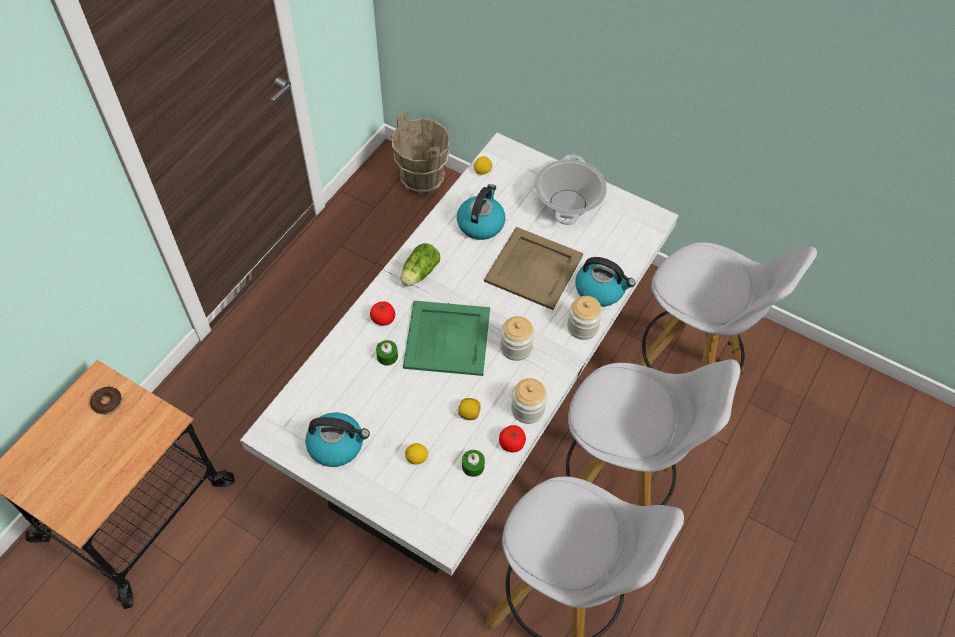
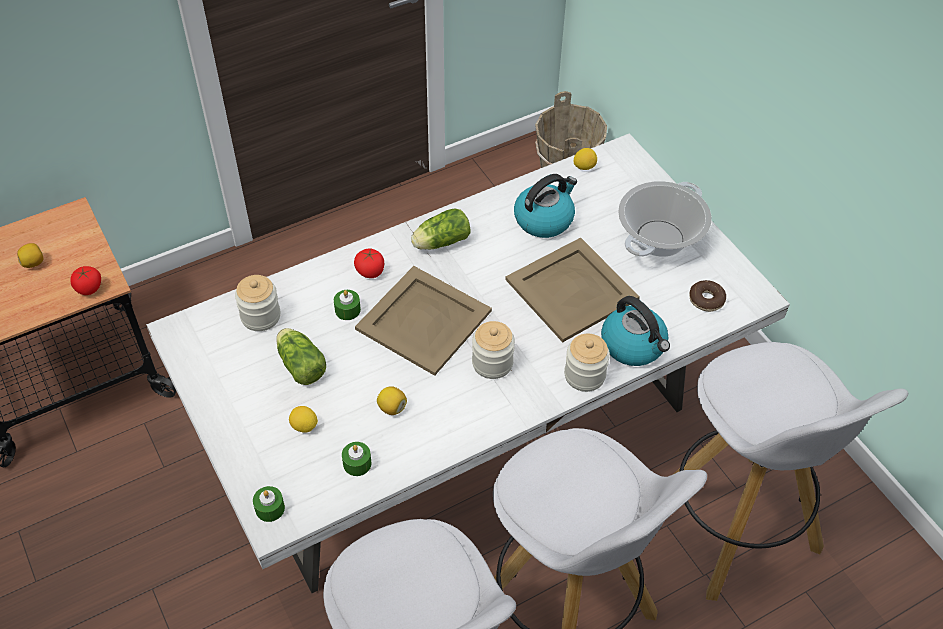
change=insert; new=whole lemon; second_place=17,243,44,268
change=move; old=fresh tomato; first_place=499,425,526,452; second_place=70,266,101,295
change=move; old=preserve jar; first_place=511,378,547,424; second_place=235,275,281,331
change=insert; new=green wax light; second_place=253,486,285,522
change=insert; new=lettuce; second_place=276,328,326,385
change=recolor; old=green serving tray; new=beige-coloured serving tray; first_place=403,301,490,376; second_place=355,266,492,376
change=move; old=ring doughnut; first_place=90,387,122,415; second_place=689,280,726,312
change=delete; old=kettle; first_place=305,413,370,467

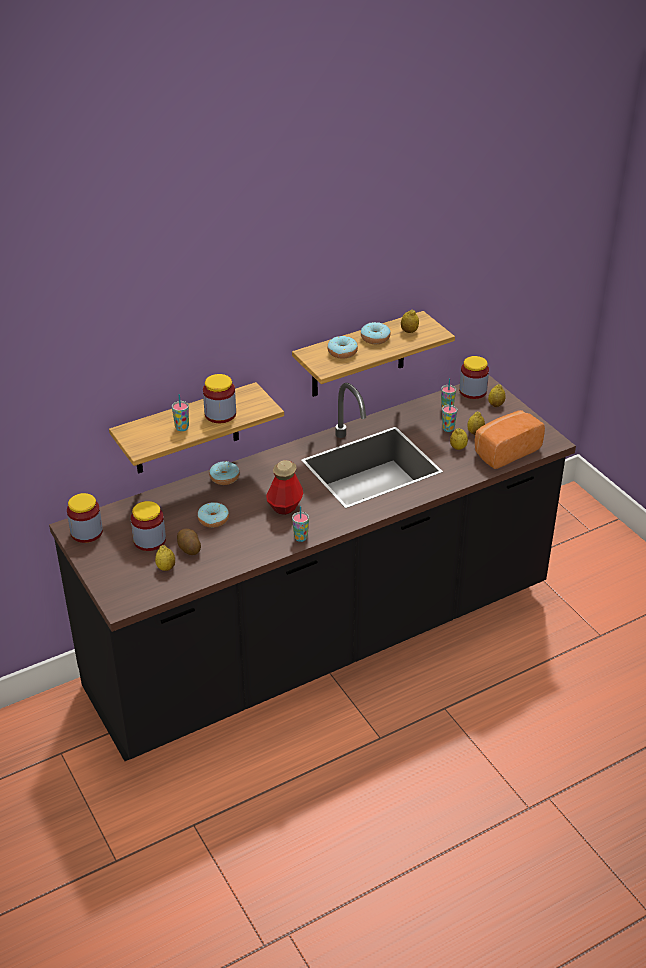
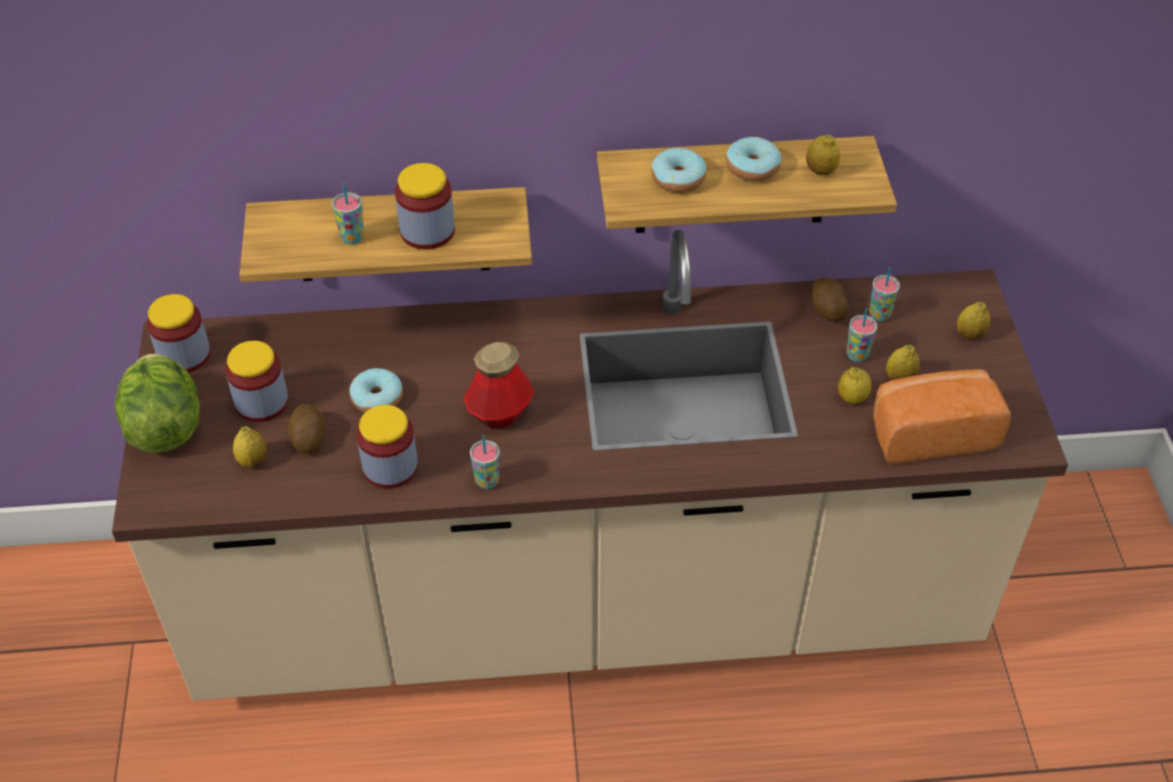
change=recolor; old=black-coloured counter; new=beige-coloured counter; first_place=49,375,576,761; second_place=112,230,1068,701
change=insert; new=lettuce; second_place=115,353,200,453
change=move; old=preserve jar; first_place=459,356,489,399; second_place=356,405,418,489
change=insert; new=potato; second_place=812,278,849,322
change=delete; old=ring doughnut; first_place=209,461,239,485

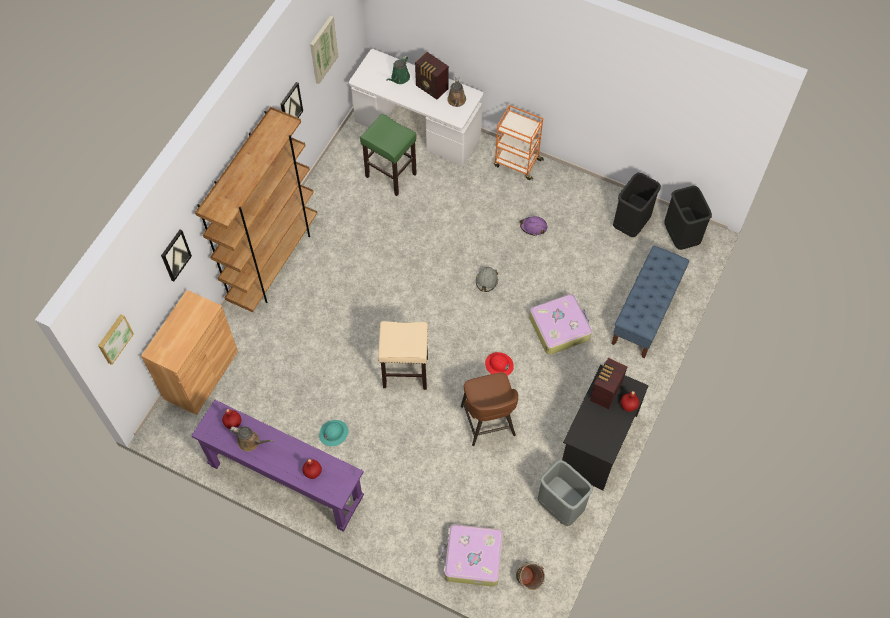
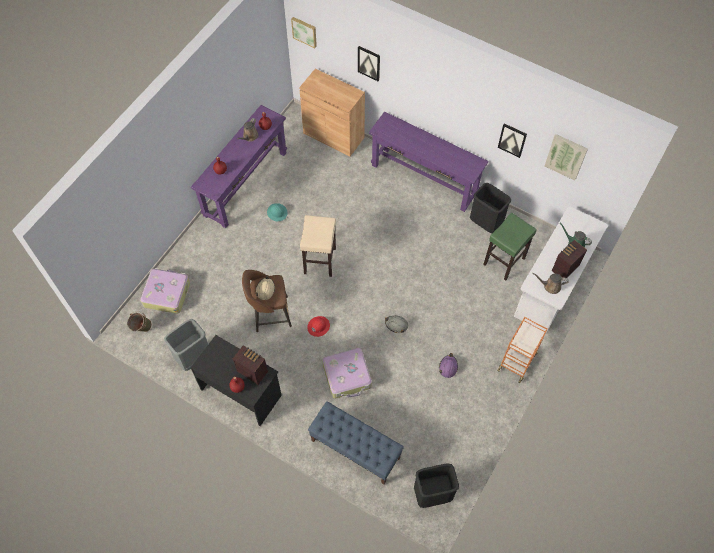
change=insert; new=beige-coloured safety helmet; second_place=255,275,275,300
change=replace; old=brownish bookshelf; new=purple narrow table; first_place=195,107,317,312; second_place=369,112,489,212
change=move; old=black-coloured trash can; first_place=613,173,661,237; second_place=470,183,511,233

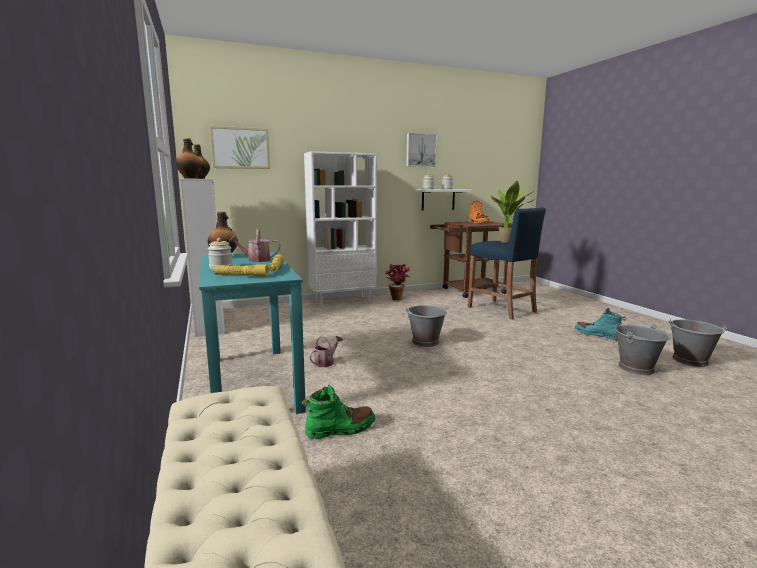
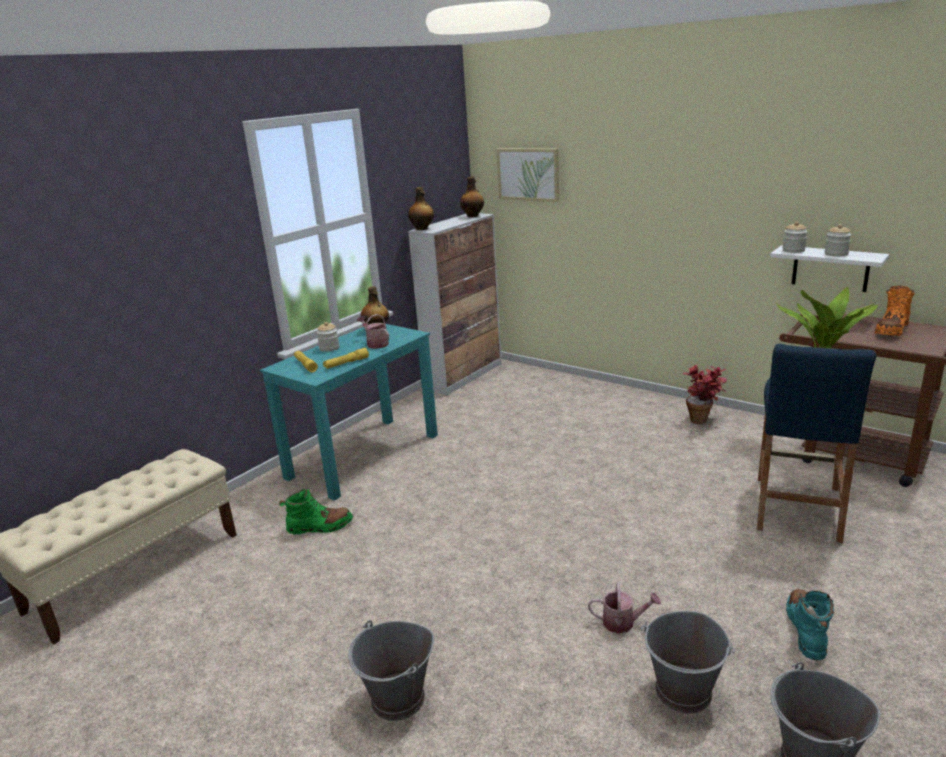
change=rotate; old=green tall boot; first_place=302,385,375,440; second_place=279,488,353,535; degrees=-45
change=move; old=grey pail; first_place=405,305,448,347; second_place=348,620,434,721
change=move; old=watering can; first_place=309,336,343,367; second_place=588,583,661,634
change=delete; old=white-coloured bookshelf; first_place=304,151,377,308
change=delete; old=picture; first_place=406,133,437,167

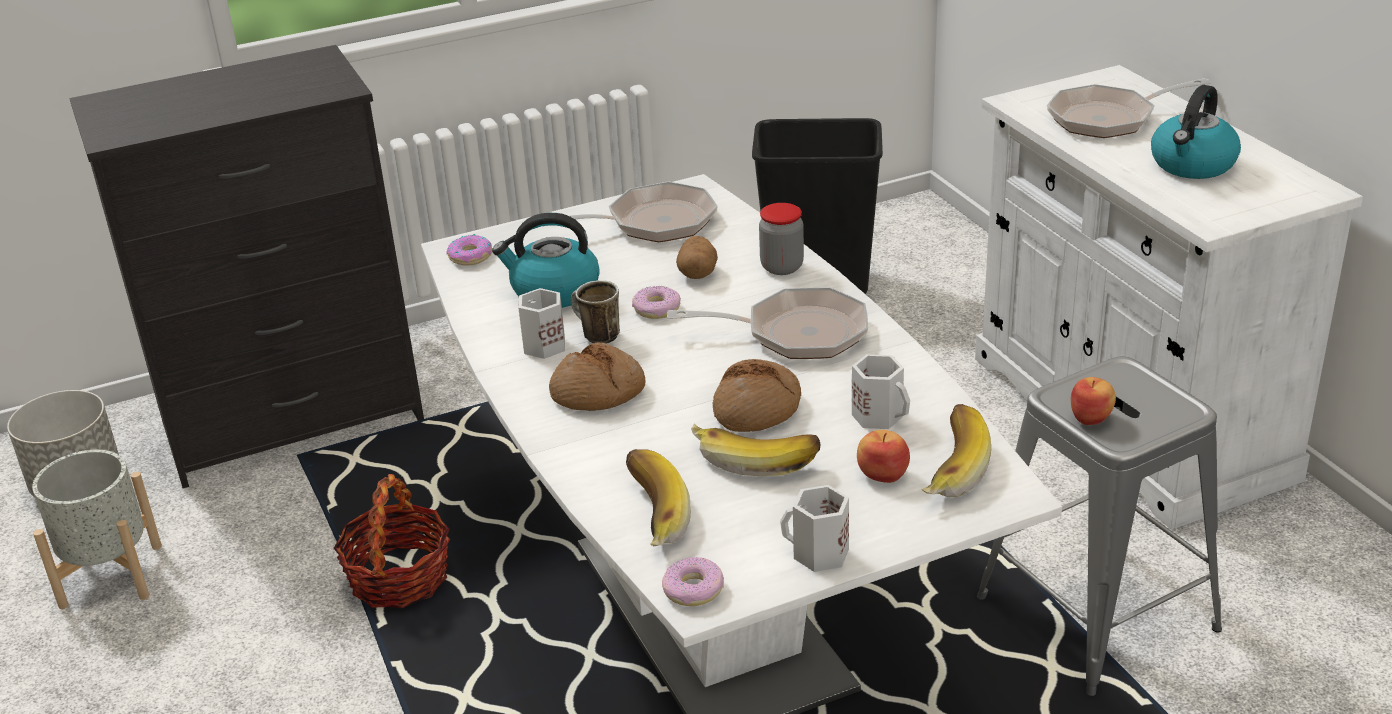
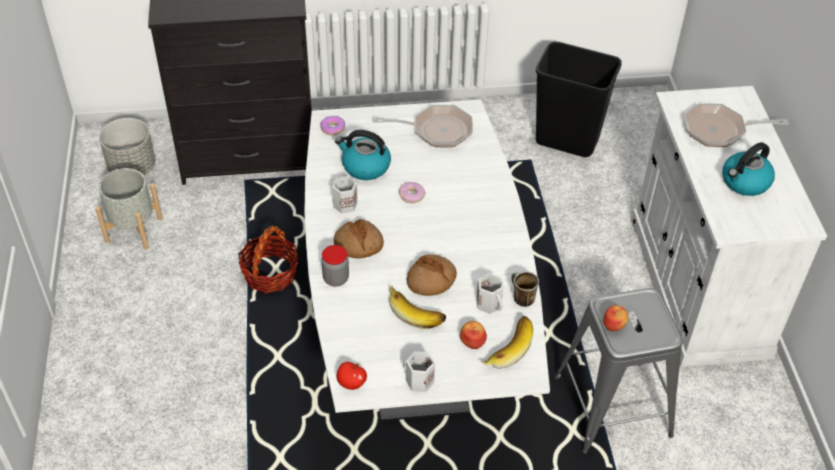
change=move; old=preserve jar; first_place=759,203,804,275; second_place=321,245,349,286
change=replace; old=ring doughnut; new=apple; first_place=662,557,724,606; second_place=337,362,367,390
change=move; old=coffee mug; first_place=571,280,620,344; second_place=511,271,539,307
change=delete; old=banana fruit; first_place=626,449,691,546
change=delete; old=frying pan; first_place=667,287,868,359
change=delete; old=potato; first_place=676,236,718,279

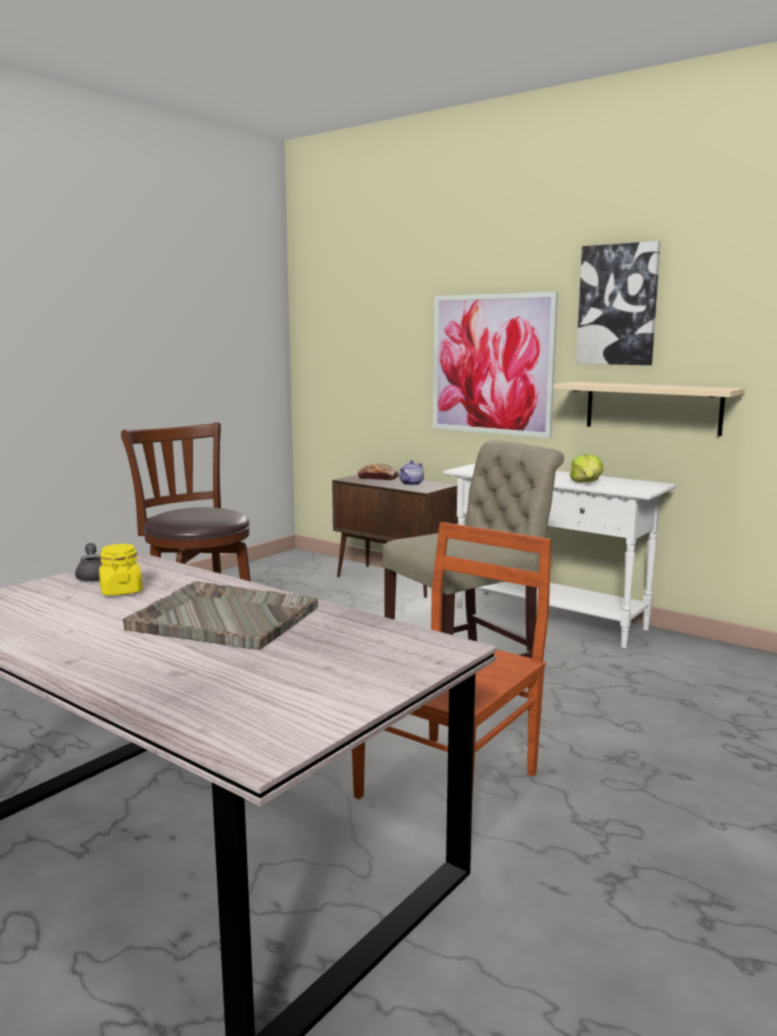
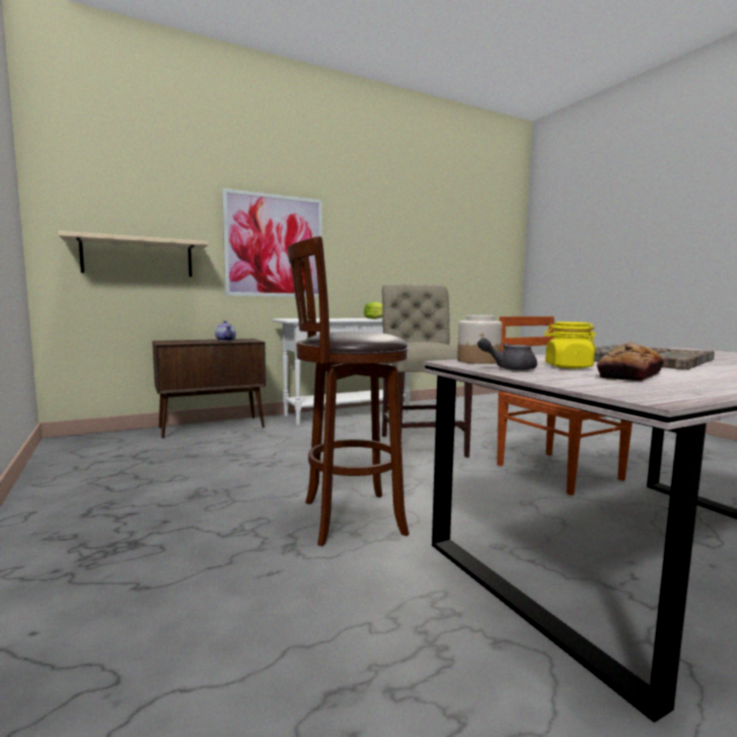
change=move; old=beige-coloured bracket shelf; first_place=553,382,745,436; second_place=58,231,209,277
change=insert; new=preserve jar; second_place=457,315,502,364
change=move; old=bread; first_place=358,463,398,480; second_place=597,342,664,381
change=delete; old=picture; first_place=576,241,661,365

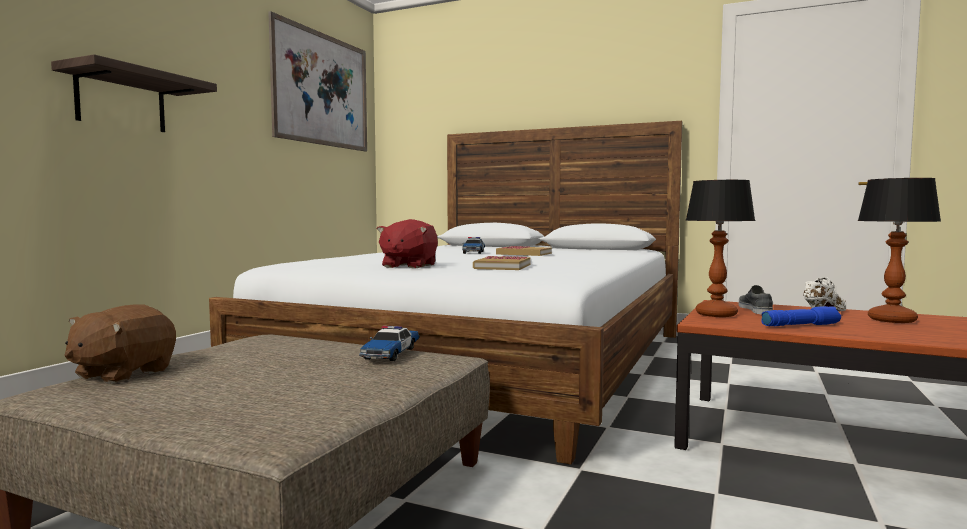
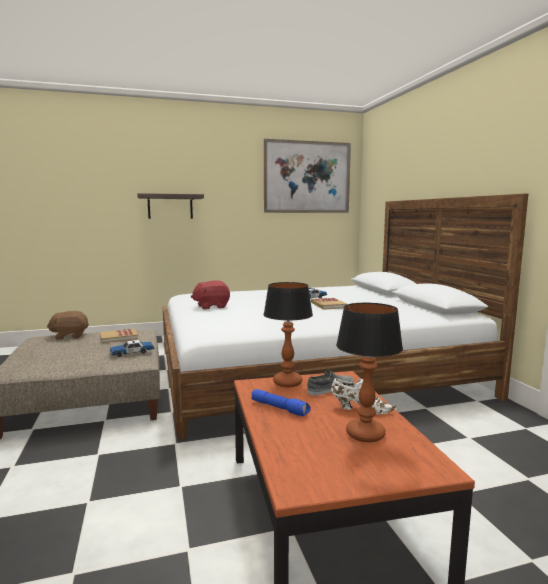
change=move; old=book; first_place=473,256,531,270; second_place=100,329,138,343

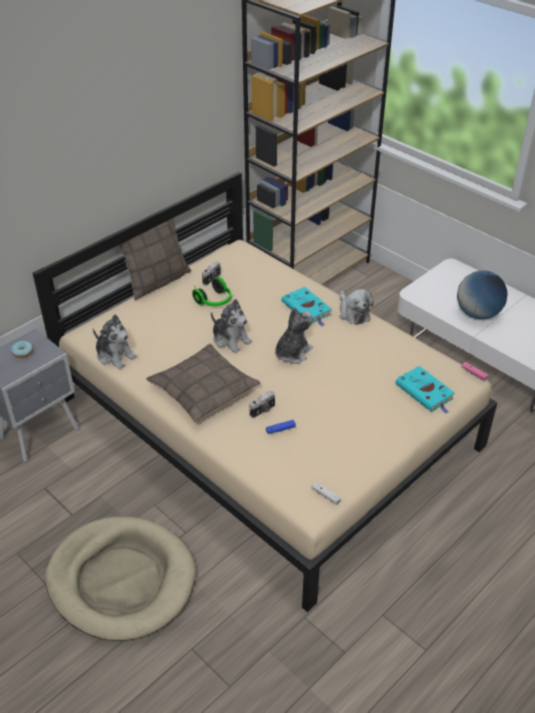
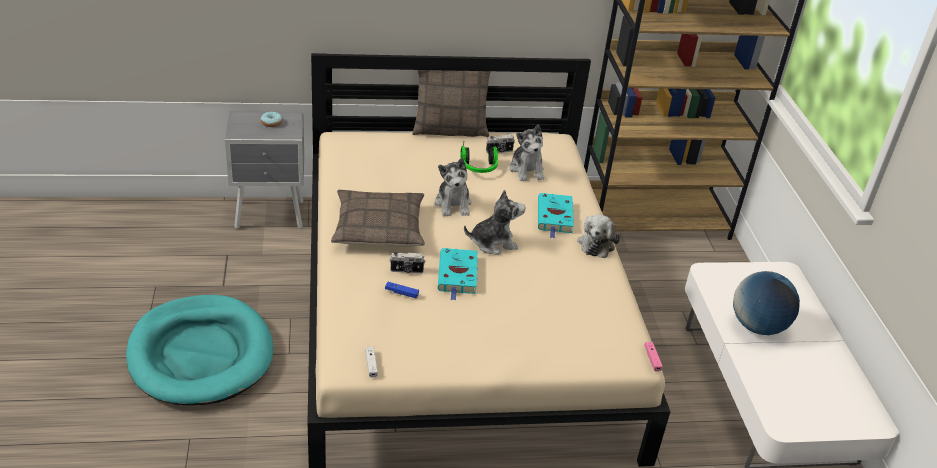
change=recolor; old=beige-coloured pet bed; new=turquoise-coloured pet bed; first_place=45,516,195,641; second_place=126,295,273,405
change=move; old=turquoise-coloured book; first_place=395,366,455,414; second_place=438,248,478,301
change=move; old=plush toy; first_place=93,314,137,369; second_place=509,125,545,181

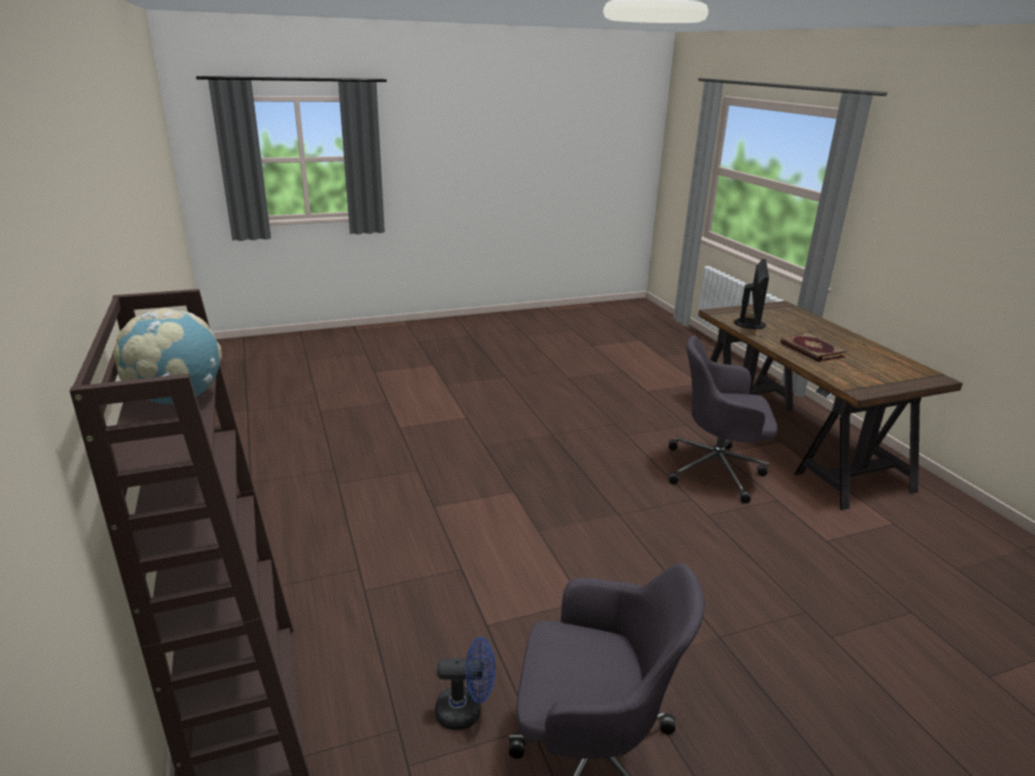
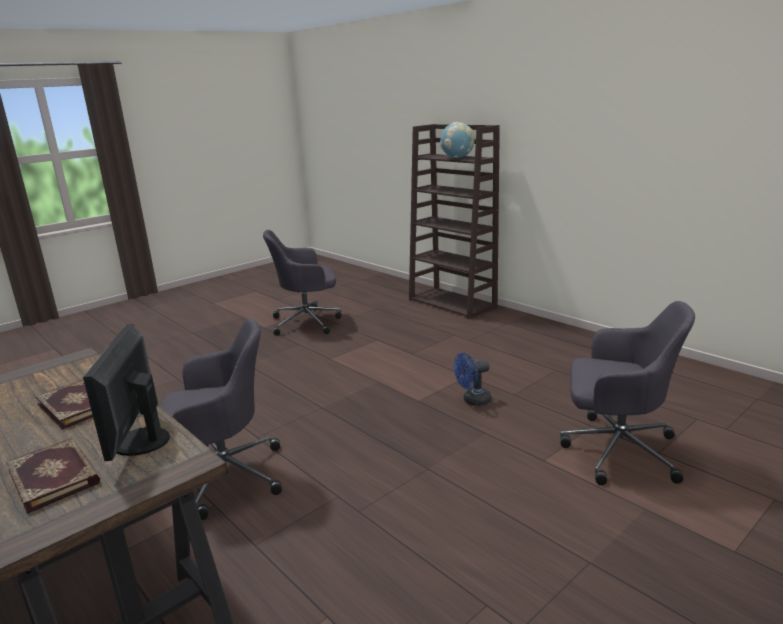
change=insert; new=book; second_place=6,438,100,514
change=move; old=blue-coloured fan; first_place=435,637,495,730; second_place=454,353,492,406
change=insert; new=grey computer chair; second_place=560,301,695,485

